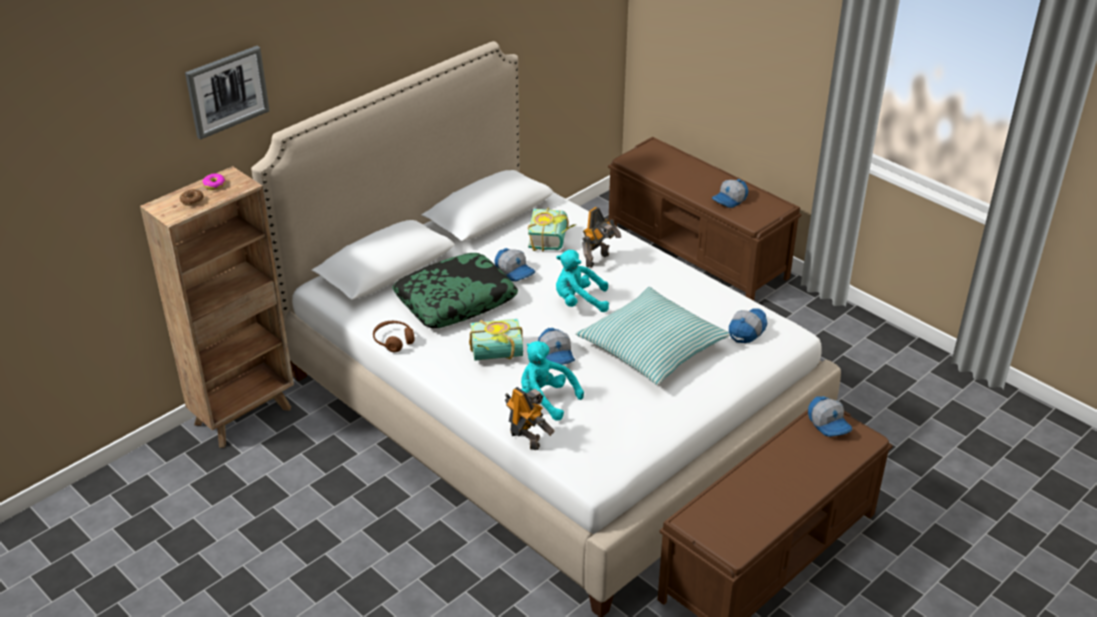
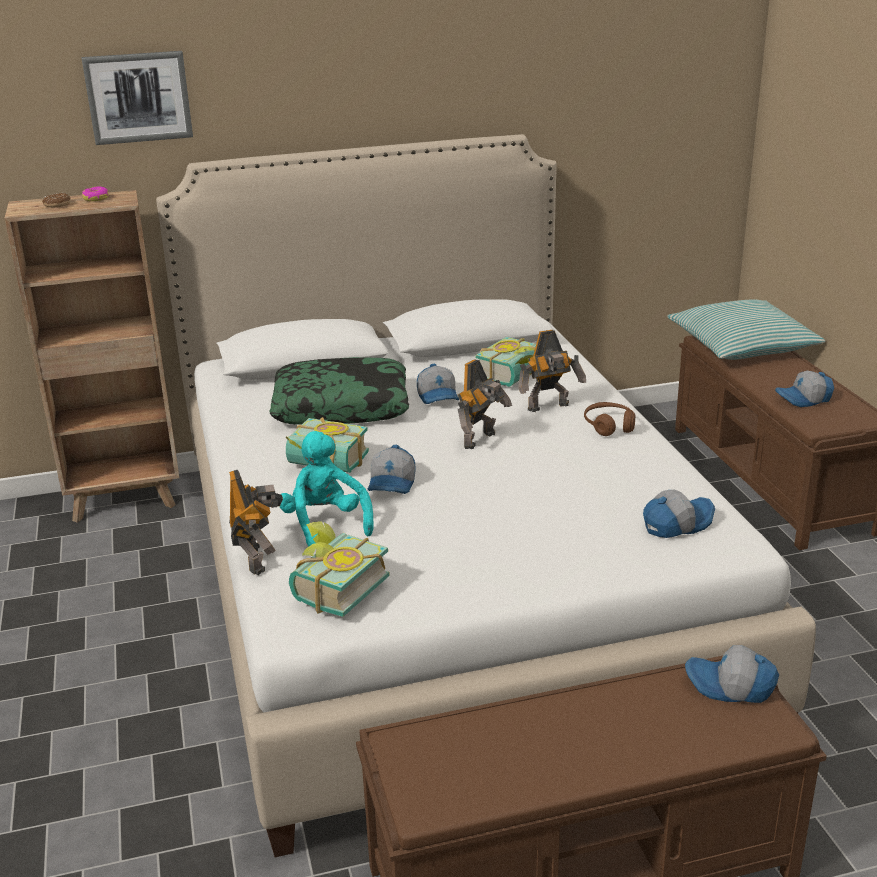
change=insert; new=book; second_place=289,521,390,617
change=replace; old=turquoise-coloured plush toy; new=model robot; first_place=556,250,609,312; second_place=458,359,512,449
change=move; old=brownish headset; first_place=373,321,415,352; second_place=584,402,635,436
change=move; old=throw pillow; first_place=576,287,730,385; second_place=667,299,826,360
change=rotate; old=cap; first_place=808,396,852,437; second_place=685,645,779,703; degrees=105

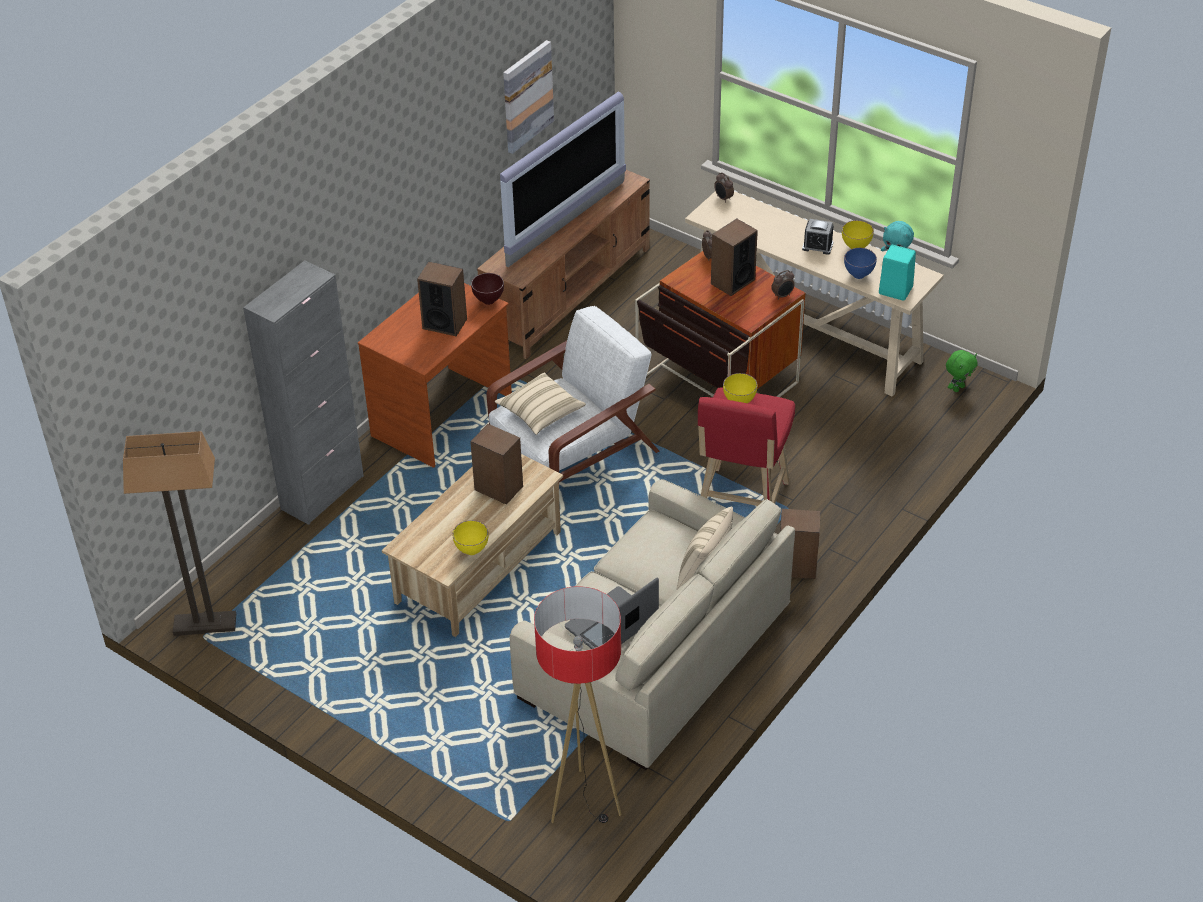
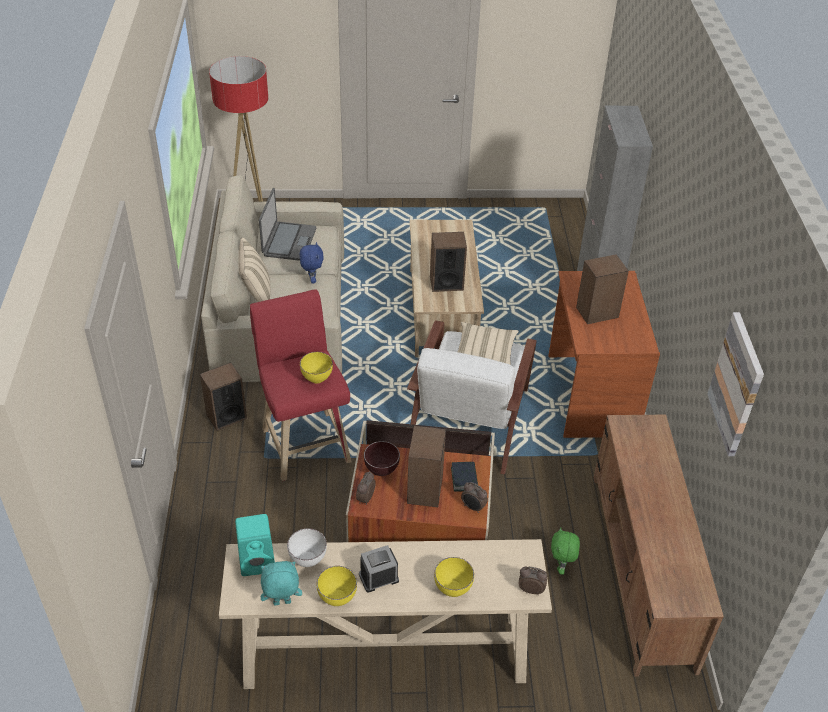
change=recolor; old=blue-coloured deep dish; new=white-coloured deep dish; first_place=844,248,877,279; second_place=287,528,327,567
change=insert; new=blue-coloured plush toy; second_place=300,242,324,284
change=move; old=brownish deep dish; first_place=471,273,504,305; second_place=364,441,400,476
change=move; old=yellow-coloured deep dish; first_place=452,520,489,555; second_place=434,557,474,597
change=insert; new=book; second_place=451,462,478,491
change=move; old=green plush toy; first_place=946,350,978,392; second_place=551,527,580,575
change=delete; old=standard lamp; first_place=123,431,236,636
change=delete; old=TV; first_place=500,91,626,267

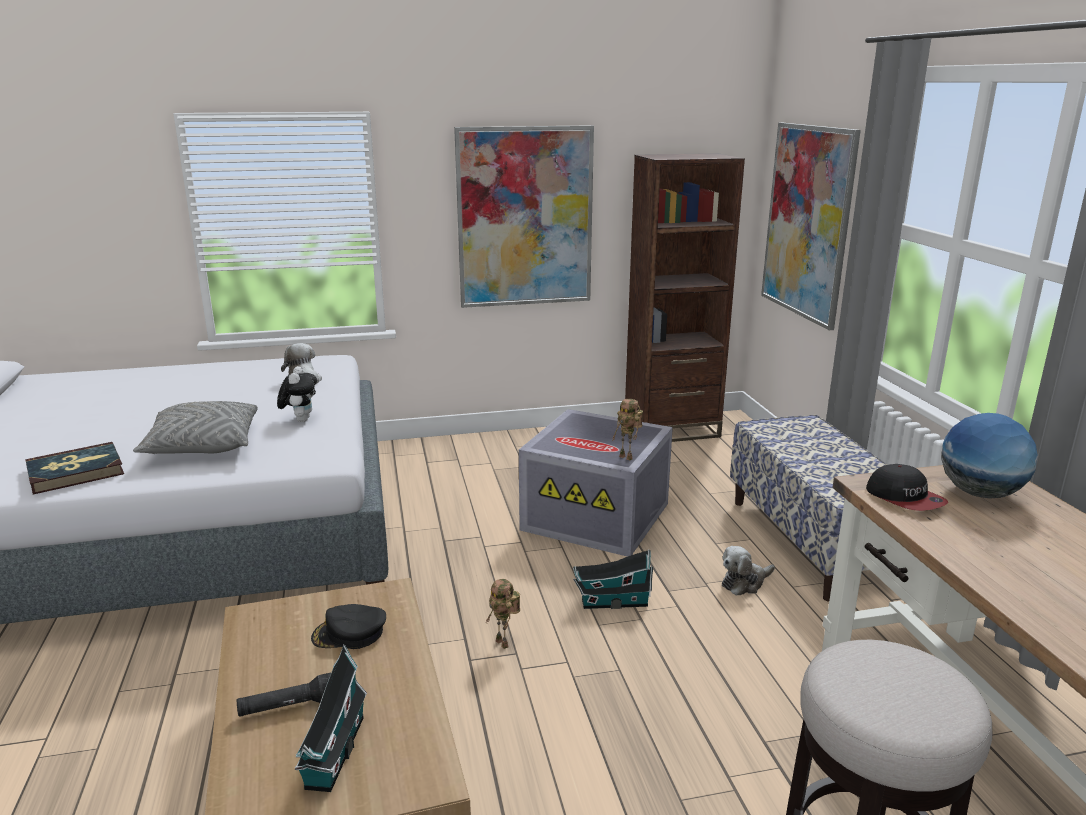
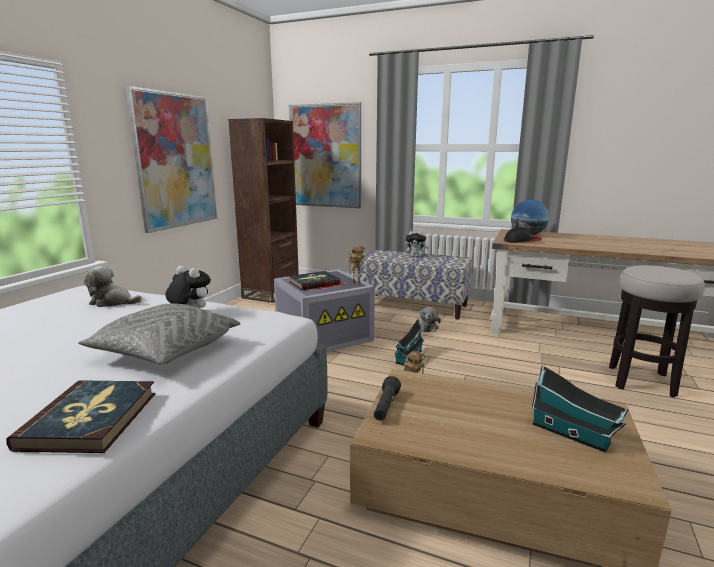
change=insert; new=book; second_place=289,271,340,290
change=move; old=black-coloured flashlight; first_place=237,673,331,717; second_place=374,376,401,421
change=insert; new=plush toy; second_place=405,231,429,257
change=delete; old=black-coloured cap; first_place=311,604,386,649

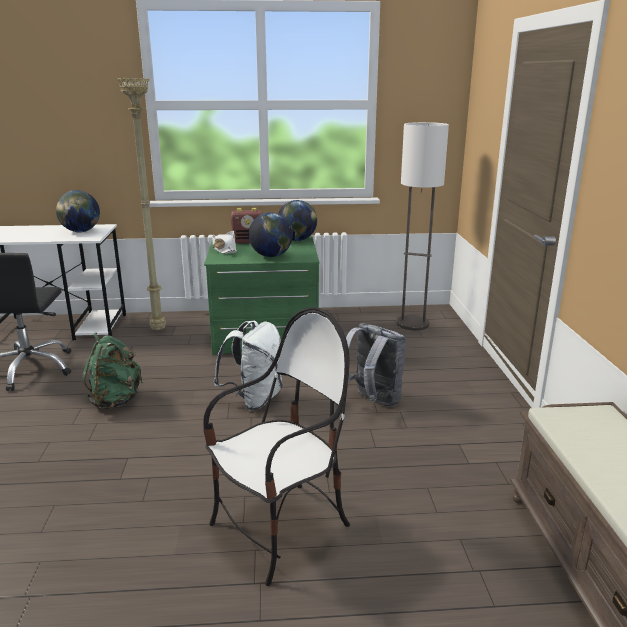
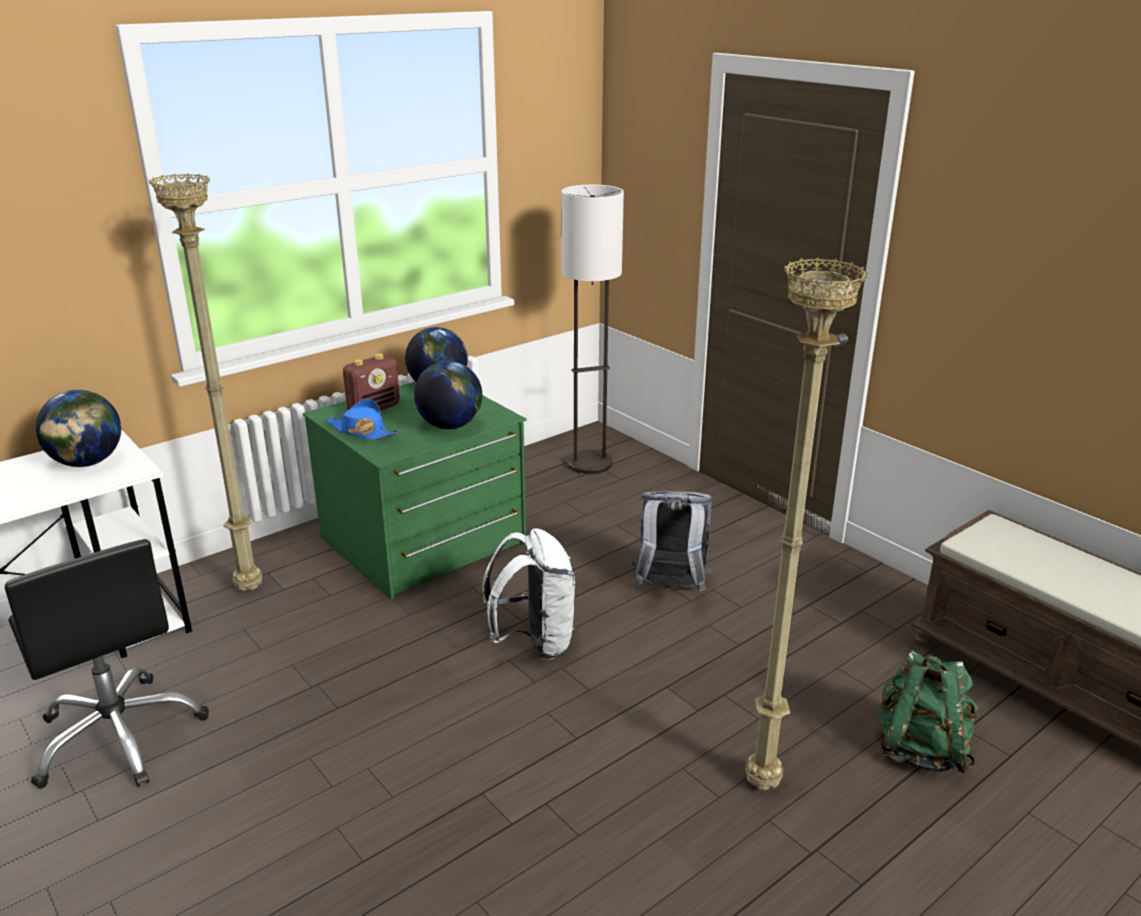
change=recolor; old=white-coloured hat; new=blue-coloured hat; first_place=212,231,237,254; second_place=326,399,400,440
change=replace; old=plain chair; new=beige-coloured standard lamp; first_place=203,307,350,586; second_place=745,258,868,790
change=move; old=green backpack; first_place=82,333,143,409; second_place=877,650,978,774

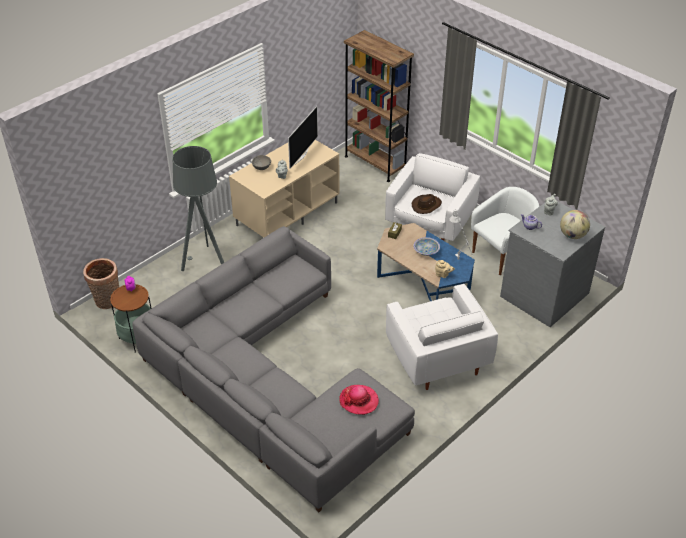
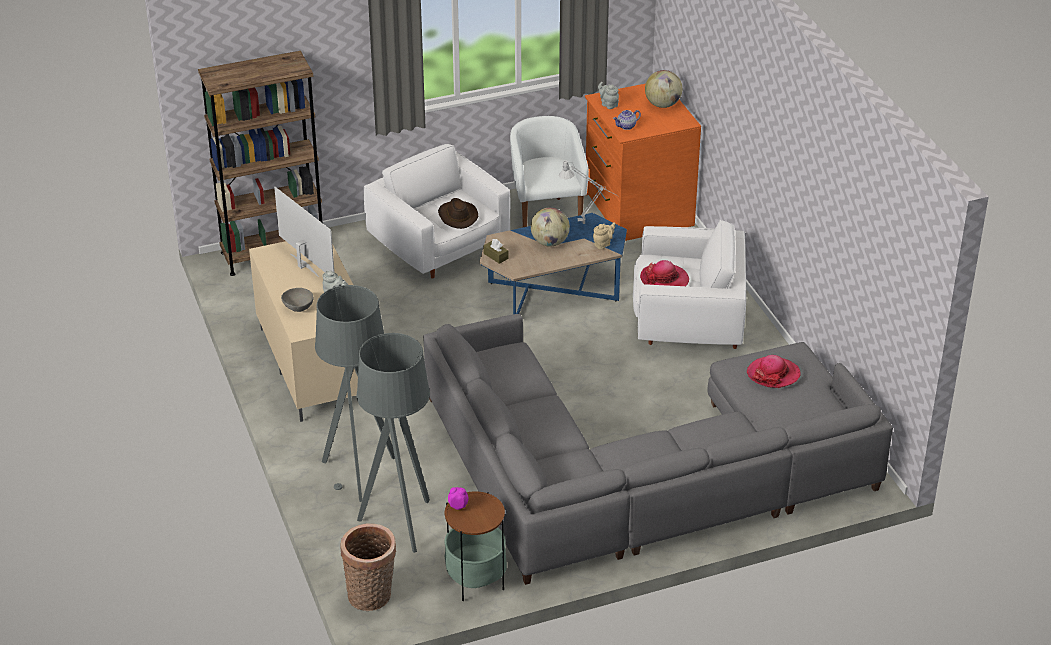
change=insert; new=grey standard lamp; second_place=357,333,430,553
change=replace; old=deep dish; new=world globe; first_place=414,237,440,256; second_place=531,207,570,247
change=recolor; old=grey chest of drawers; new=orangey chest of drawers; first_place=500,201,605,327; second_place=585,84,701,241
change=insert; new=hat; second_place=640,260,689,286

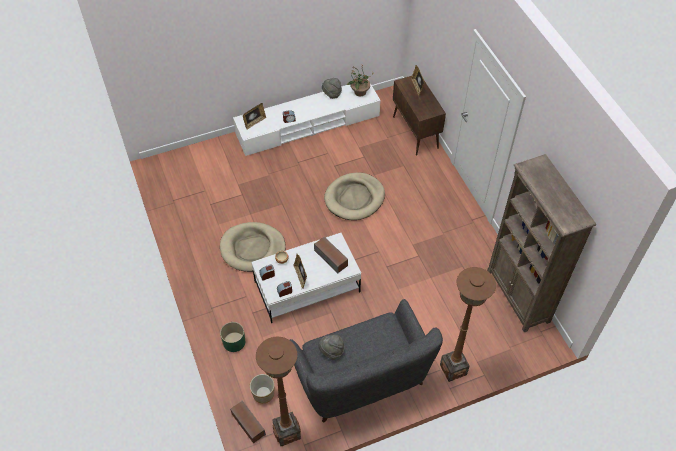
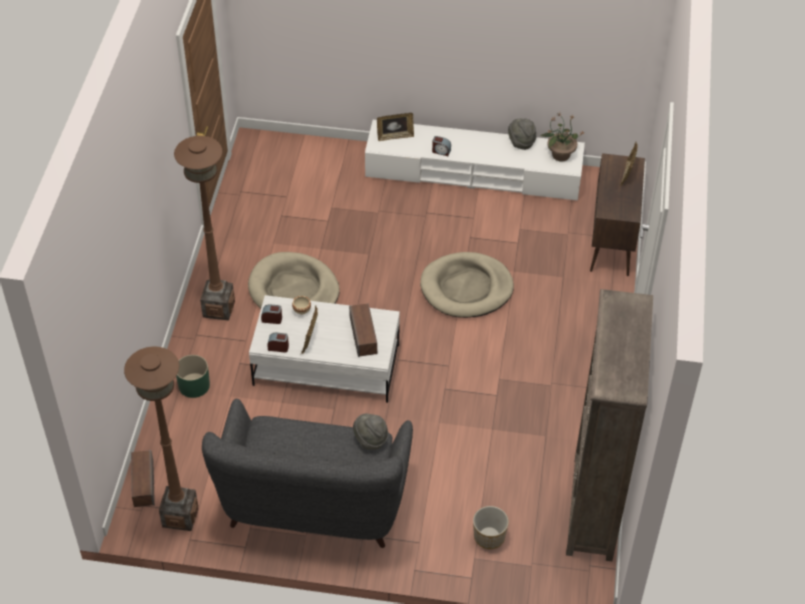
change=move; old=brownish standard lamp; first_place=440,267,496,382; second_place=174,136,235,321
change=move; old=grey hat; first_place=318,335,344,360; second_place=353,414,388,450
change=move; old=flower pot; first_place=250,374,274,403; second_place=473,506,509,549

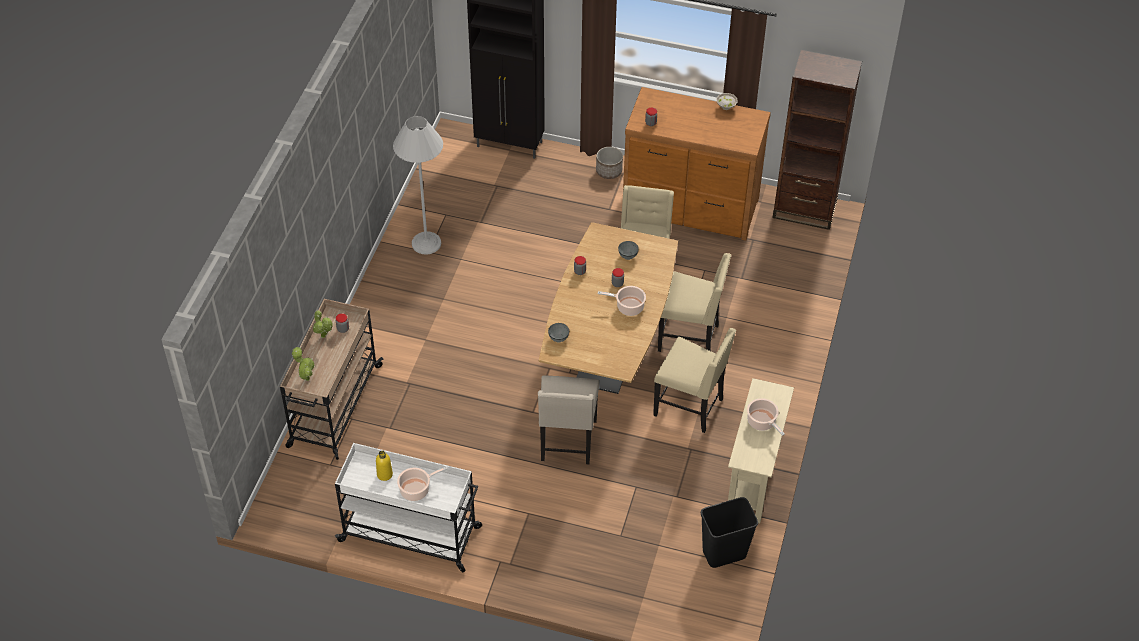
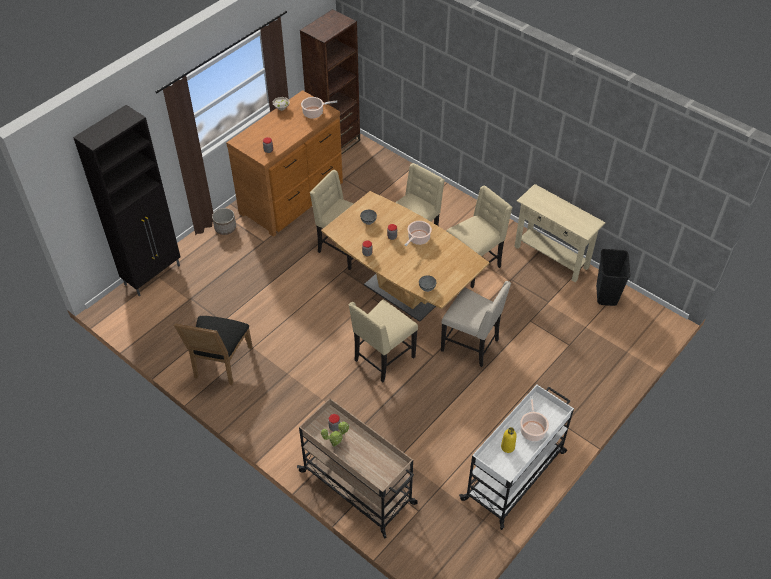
change=replace; old=white-coloured standard lamp; new=black-coloured plain chair; first_place=393,116,443,255; second_place=174,316,253,385
change=move; old=stockpot; first_place=747,398,785,436; second_place=301,97,337,118
change=insert; new=beige-coloured plain chair; second_place=349,299,418,382
change=delete; old=houseplant; first_place=292,347,315,381

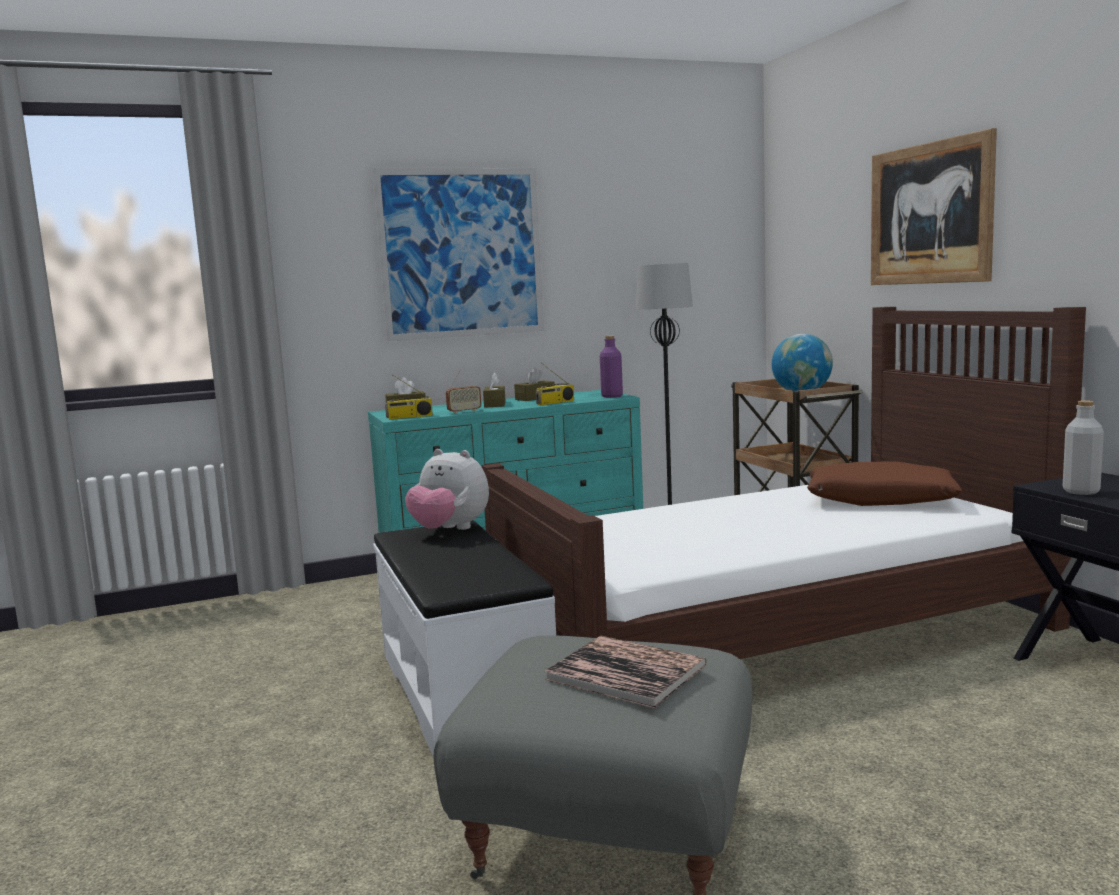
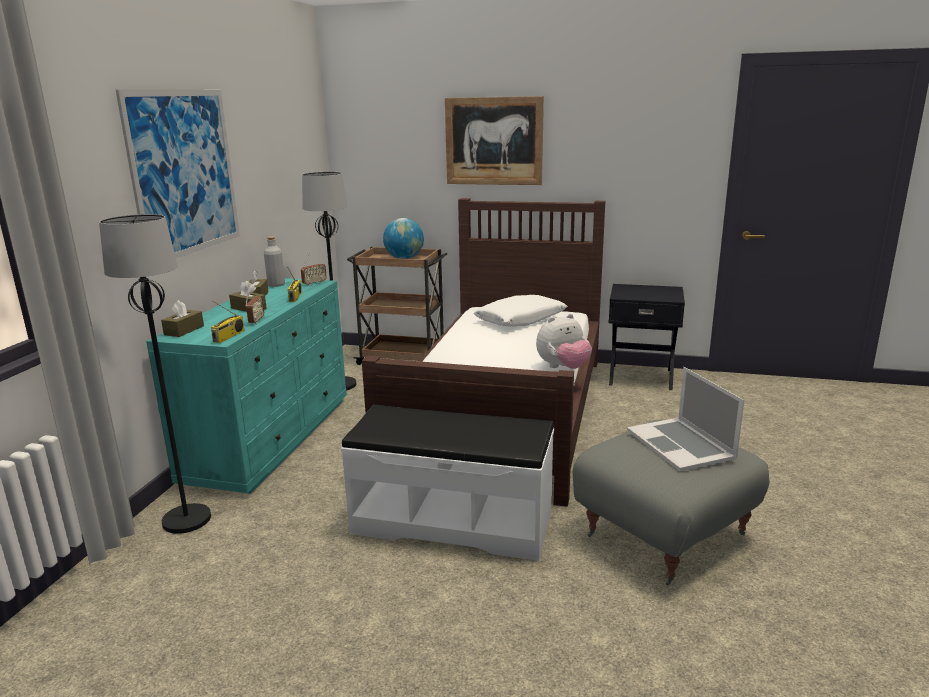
change=insert; new=black-coloured standard lamp; second_place=99,214,211,534
change=move; old=grey beverage bottle; first_place=1063,400,1104,495; second_place=264,236,285,287
change=replace; old=purple beverage bottle; new=radio set; first_place=600,336,623,398; second_place=301,252,327,286
change=recolor; old=brownish throw pillow; new=white-coloured throw pillow; first_place=807,461,962,506; second_place=474,295,568,327
change=move; old=plush toy; first_place=405,449,489,530; second_place=536,314,592,369
change=replace; old=book; new=portable computer; first_place=545,636,706,708; second_place=627,367,745,471

